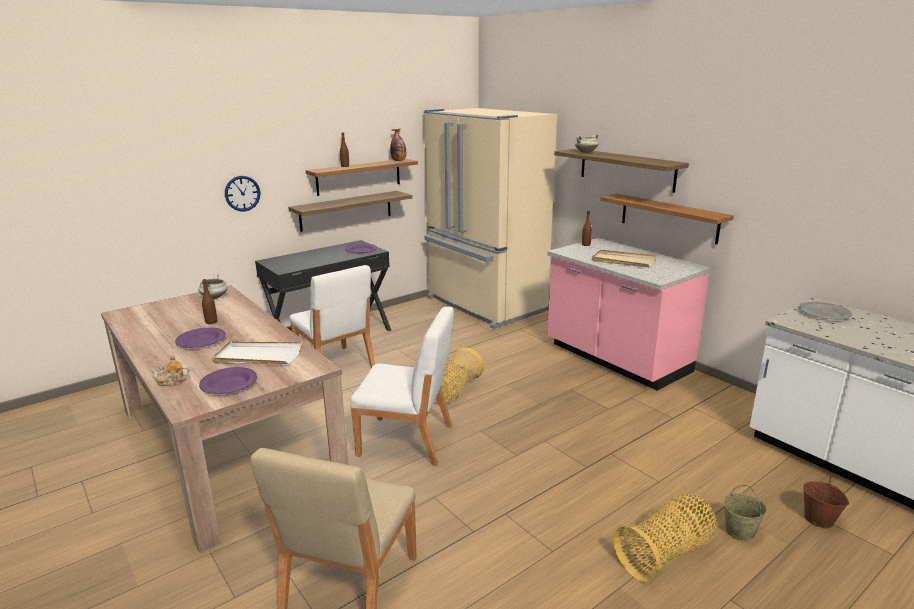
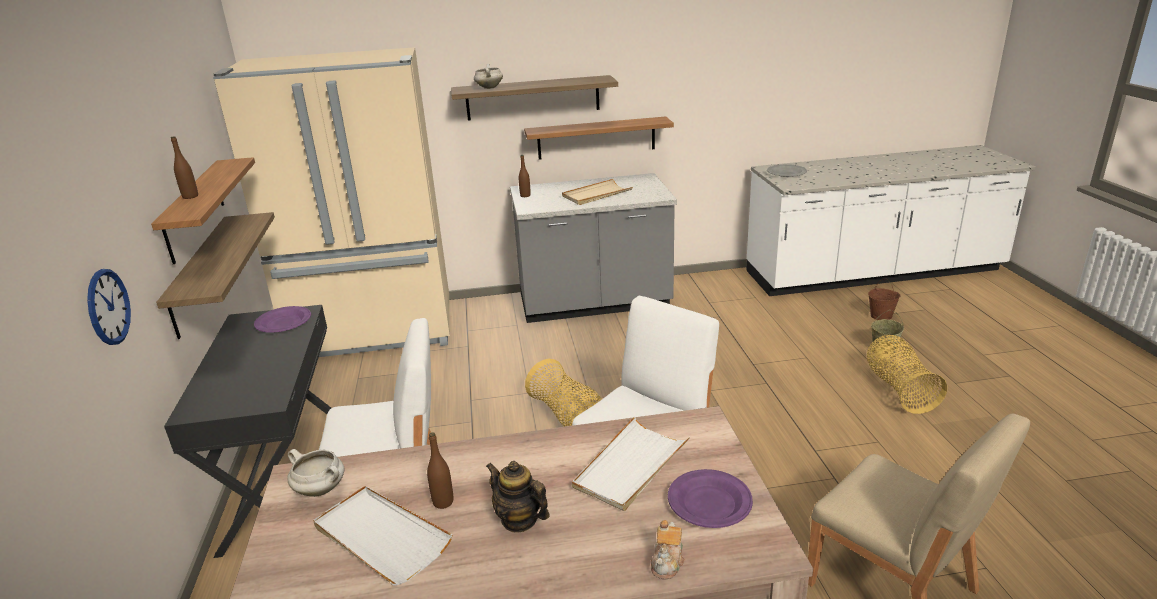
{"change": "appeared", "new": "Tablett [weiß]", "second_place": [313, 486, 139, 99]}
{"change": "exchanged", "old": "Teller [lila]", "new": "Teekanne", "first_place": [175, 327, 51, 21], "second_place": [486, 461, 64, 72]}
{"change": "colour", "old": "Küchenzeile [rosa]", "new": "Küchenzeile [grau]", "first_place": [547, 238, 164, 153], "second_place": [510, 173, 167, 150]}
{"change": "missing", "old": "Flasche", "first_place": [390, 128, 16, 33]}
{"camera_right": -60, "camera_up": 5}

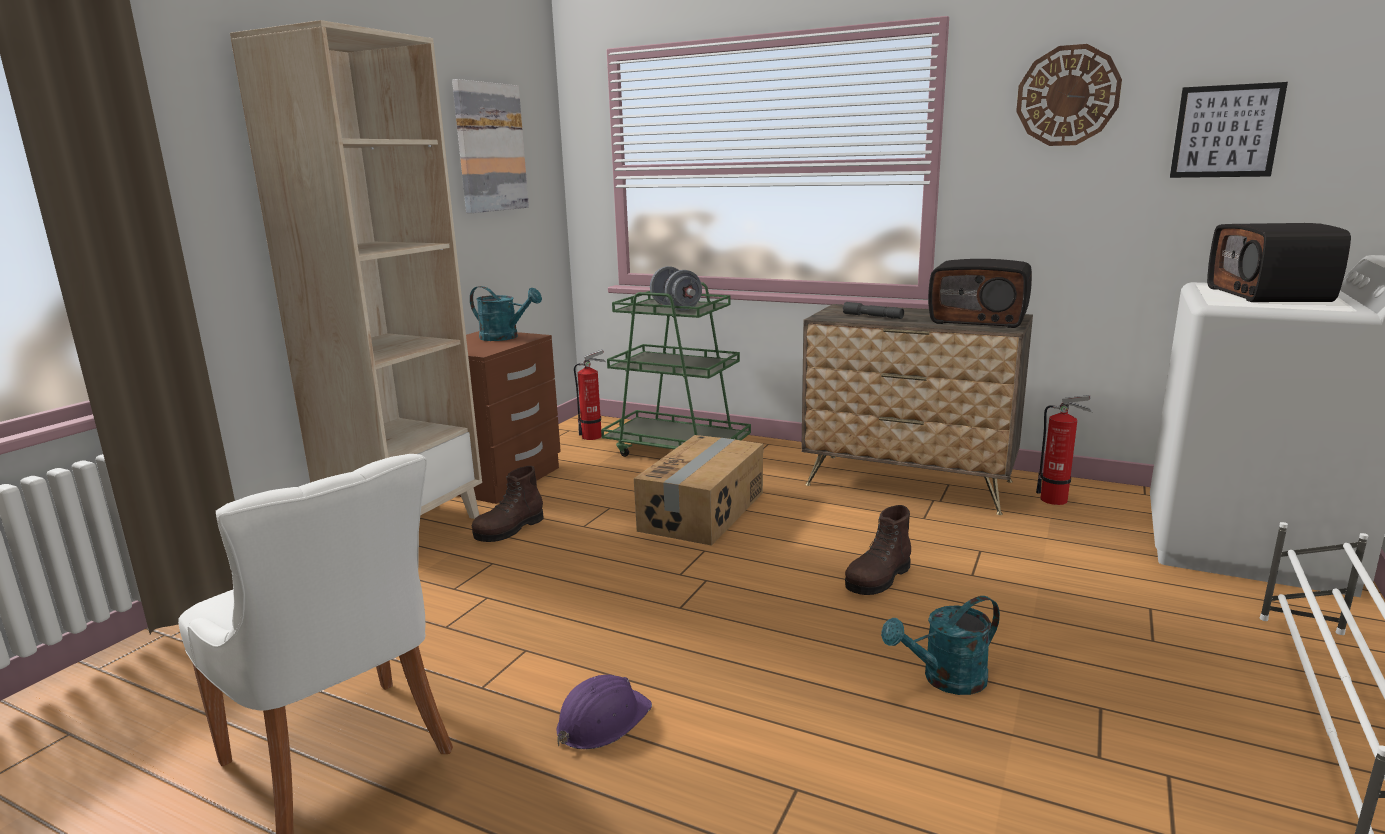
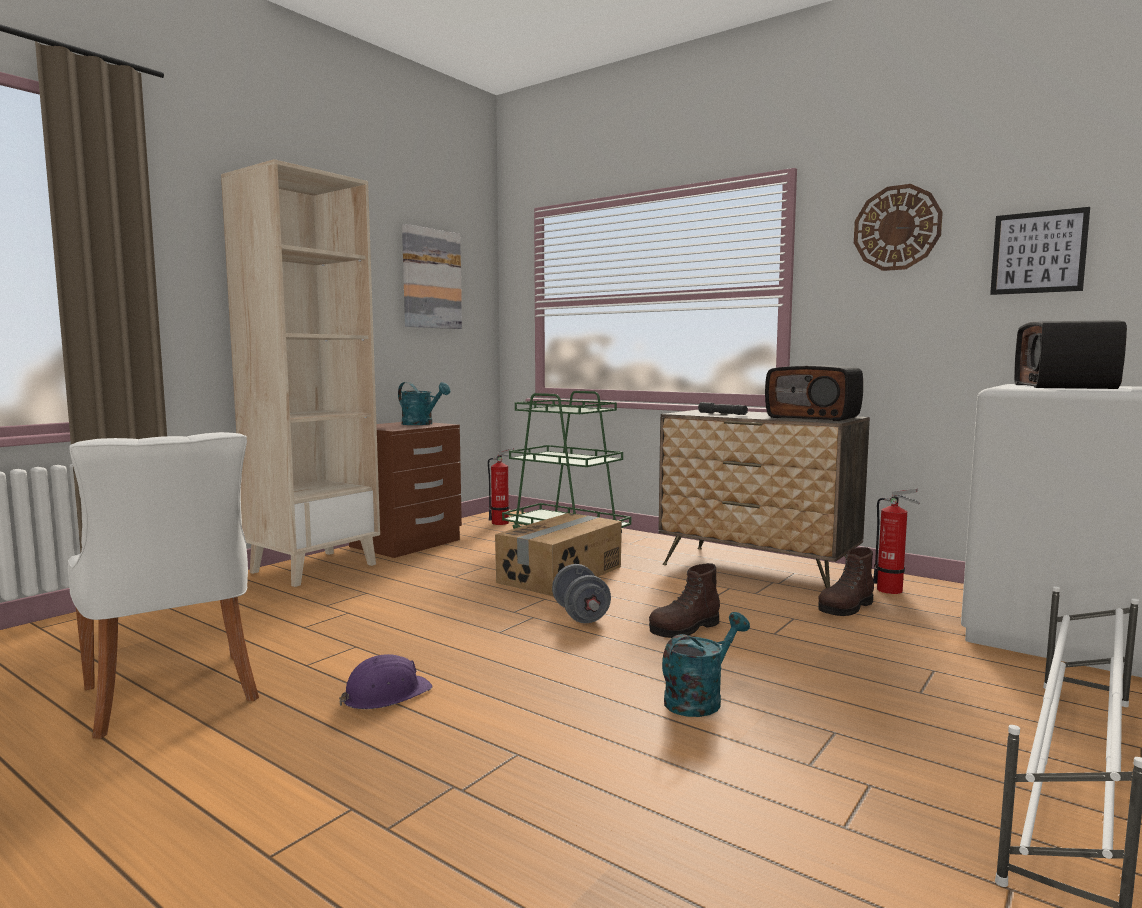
{"change": "relocated", "old": "Hantel [grau]", "first_place": [650, 266, 52, 44], "second_place": [552, 564, 59, 59]}
{"change": "spun", "old": "Gießkanne [türkis]", "first_place": [881, 596, 119, 99], "second_place": [662, 612, 88, 105], "degrees": 150}
{"change": "relocated", "old": "Stiefel [braun]", "first_place": [472, 466, 72, 76], "second_place": [818, 547, 56, 69]}
{"camera_right": 10, "camera_up": -10}

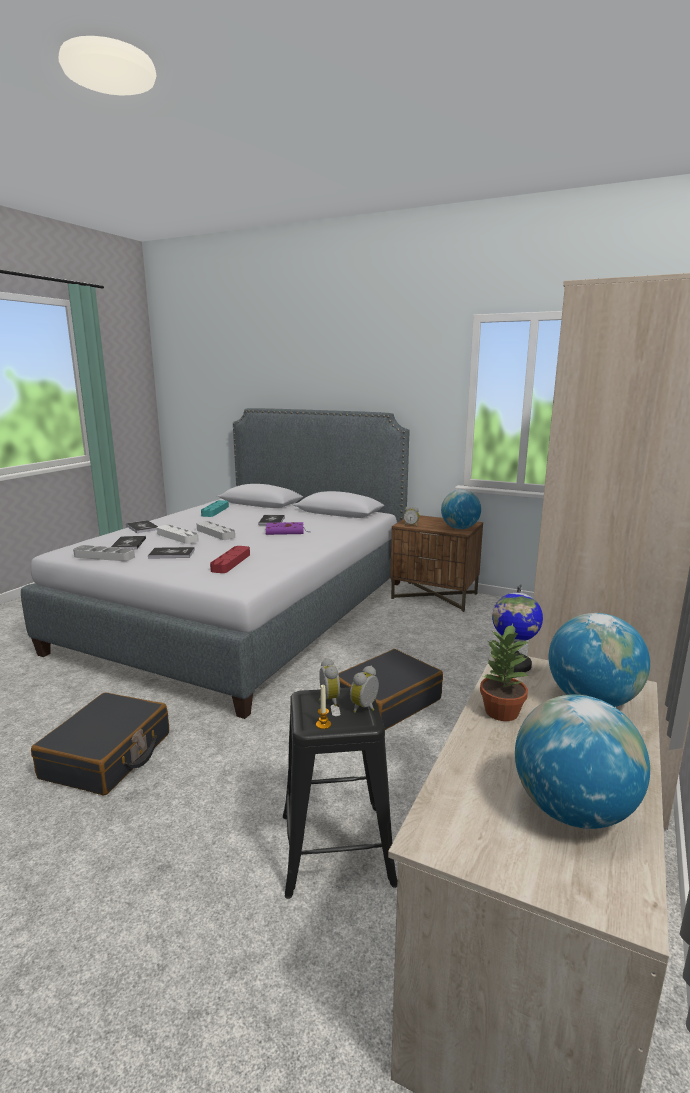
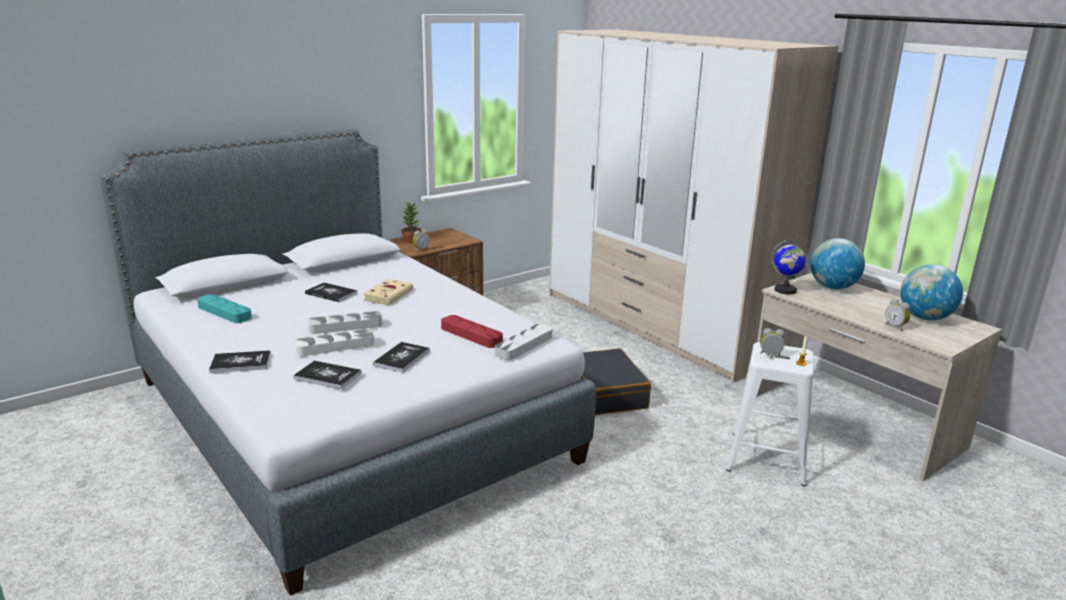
{"change": "colour", "old": "Buch [lila]", "new": "Buch [beige]", "first_place": [265, 522, 46, 13], "second_place": [363, 279, 50, 26]}
{"change": "relocated", "old": "Topfpflanze", "first_place": [480, 623, 49, 98], "second_place": [400, 202, 21, 42]}
{"change": "relocated", "old": "Tablett [grau]", "first_place": [73, 545, 62, 16], "second_place": [495, 324, 57, 36]}
{"change": "colour", "old": "Hocker [schwarz]", "new": "Hocker [weiß]", "first_place": [283, 687, 114, 212], "second_place": [726, 342, 88, 144]}
{"change": "relocated", "old": "Wecker", "first_place": [350, 666, 29, 47], "second_place": [885, 298, 25, 33]}
{"change": "missing", "old": "Koffer [schwarz]", "first_place": [31, 692, 138, 104]}
{"change": "missing", "old": "Globus", "first_place": [441, 490, 40, 39]}
{"camera_right": -65, "camera_up": 5}

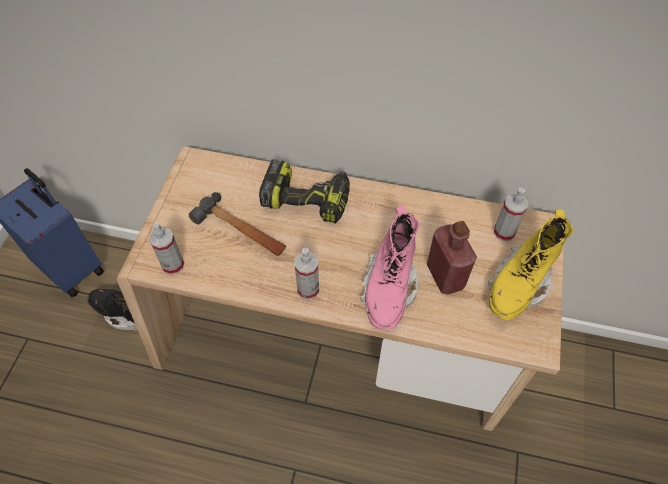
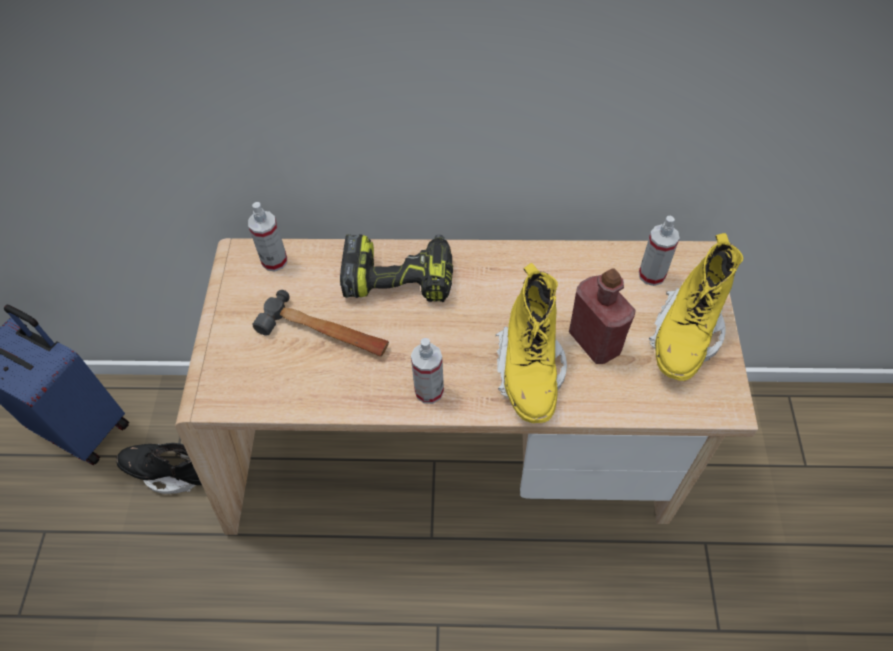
{"change": "relocated", "old": "Sprühflasche", "first_place": [149, 222, 35, 53], "second_place": [248, 202, 39, 69]}
{"change": "colour", "old": "Stiefel [rosa]", "new": "Stiefel [gelb]", "first_place": [360, 205, 59, 126], "second_place": [496, 263, 71, 160]}
{"camera_right": -10, "camera_up": 0}

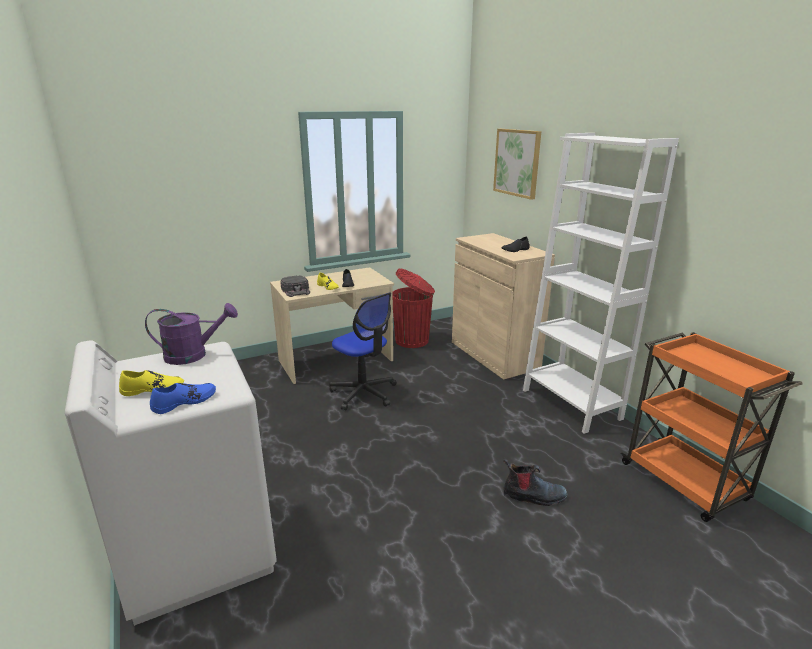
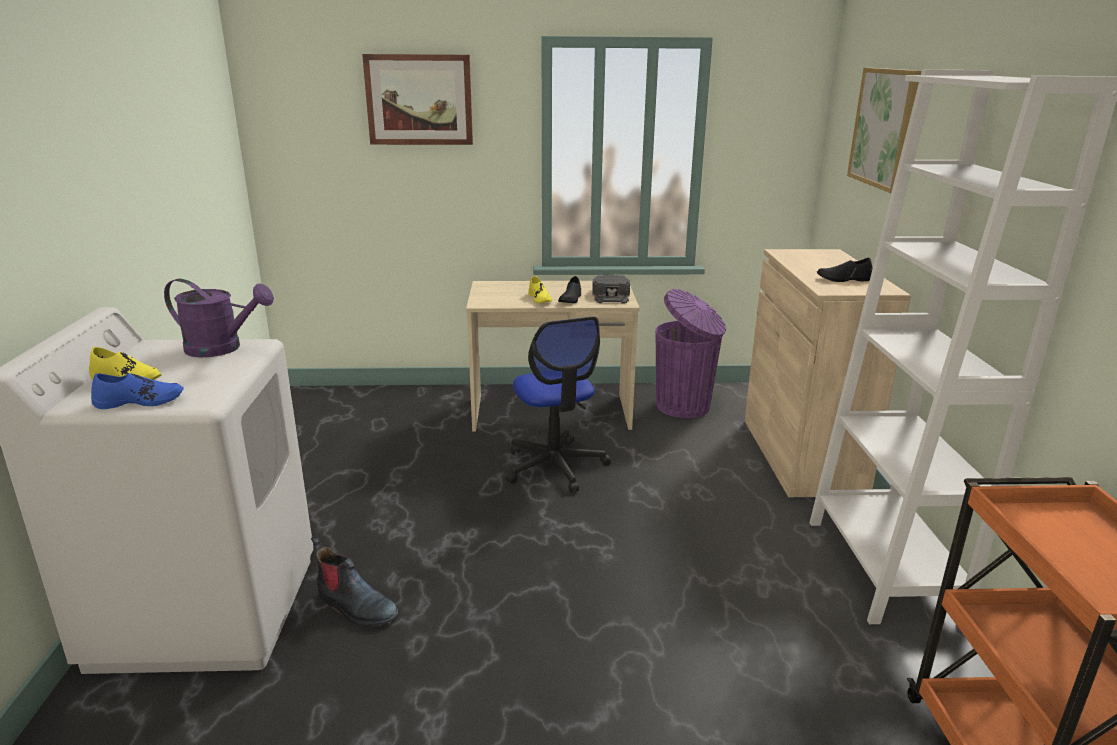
{"change": "relocated", "old": "Stiefel", "first_place": [503, 457, 65, 49], "second_place": [311, 535, 87, 91]}
{"change": "appeared", "new": "Bild", "second_place": [362, 54, 111, 91]}
{"change": "relocated", "old": "Kappe [schwarz]", "first_place": [281, 275, 29, 22], "second_place": [592, 275, 38, 29]}
{"change": "colour", "old": "Mülleimer [rot]", "new": "Mülleimer [lila]", "first_place": [393, 268, 42, 80], "second_place": [655, 289, 71, 129]}
{"camera_right": 25, "camera_up": 0}

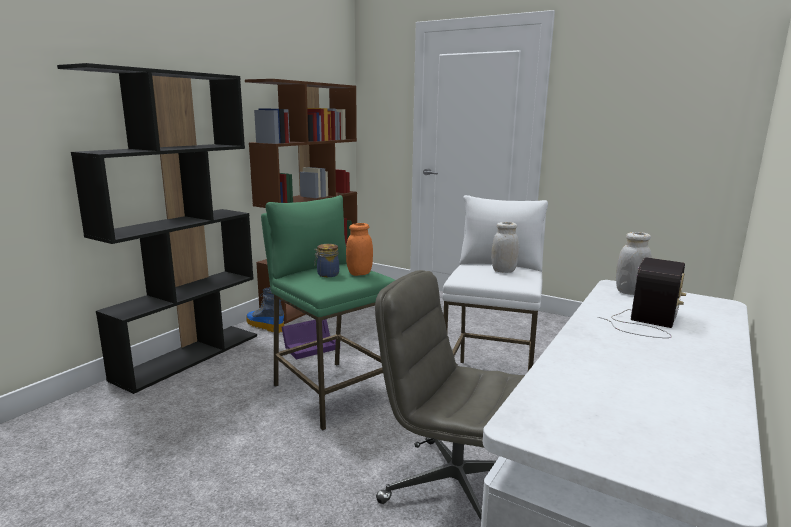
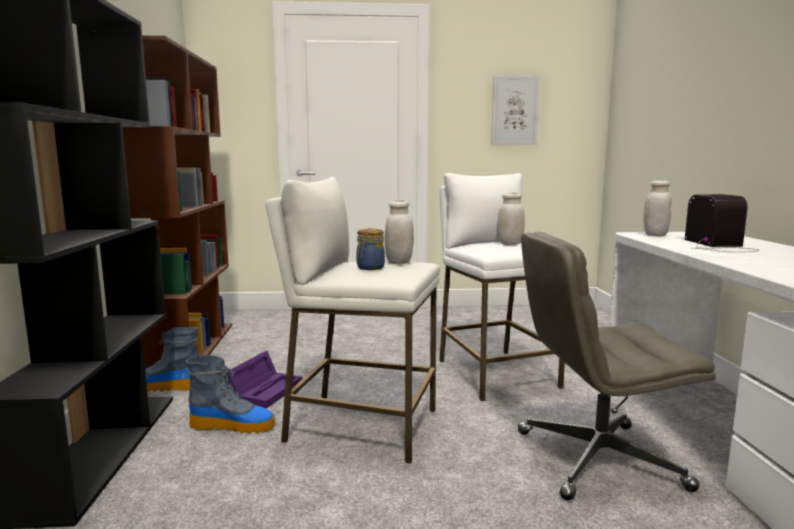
{"change": "appeared", "new": "Stiefel", "second_place": [186, 355, 89, 79]}
{"change": "colour", "old": "Hocker [grün]", "new": "Hocker [weiß]", "first_place": [261, 195, 134, 236], "second_place": [265, 177, 175, 286]}
{"change": "colour", "old": "Vorratsglas [orange]", "new": "Vorratsglas [weiß]", "first_place": [346, 223, 27, 53], "second_place": [385, 200, 29, 64]}
{"change": "appeared", "new": "Bild", "second_place": [491, 75, 49, 70]}
{"camera_right": -35, "camera_up": -5}

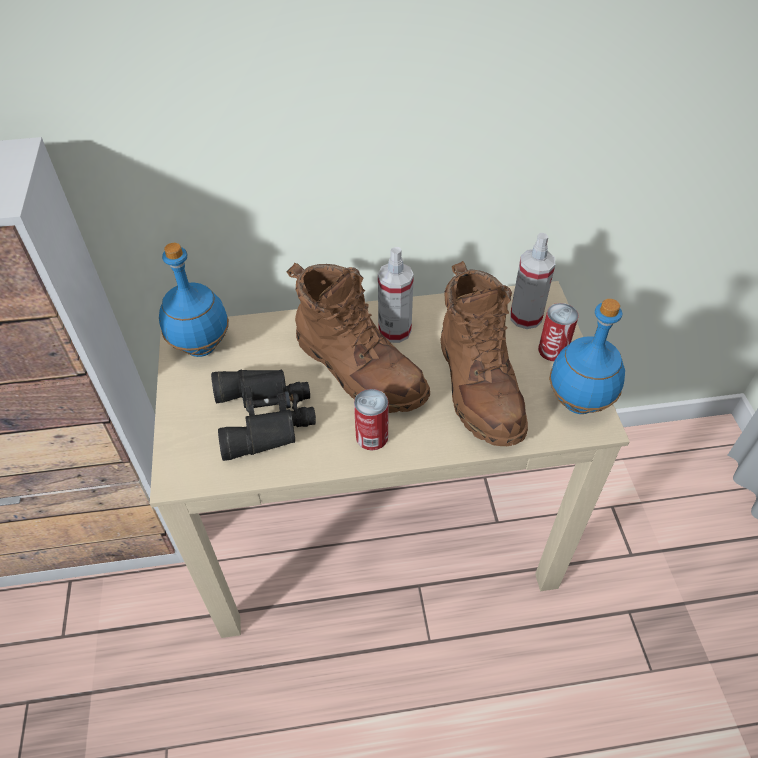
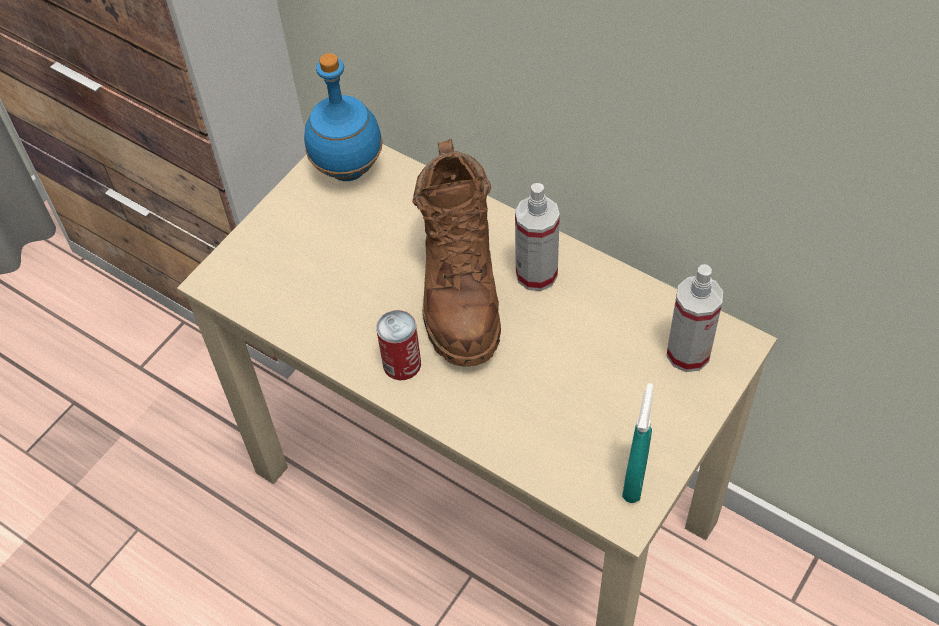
{"change": "exchanged", "old": "Flasche [blau]", "new": "Sprühflasche [türkis]", "first_place": [549, 299, 76, 115], "second_place": [622, 383, 31, 120]}
{"change": "missing", "old": "Fernglas [schwarz]", "first_place": [211, 370, 105, 91]}
{"change": "missing", "old": "Stiefel [braun]", "first_place": [440, 261, 88, 185]}
{"change": "missing", "old": "Dose", "first_place": [538, 303, 41, 58]}
{"camera_right": 45, "camera_up": 5}

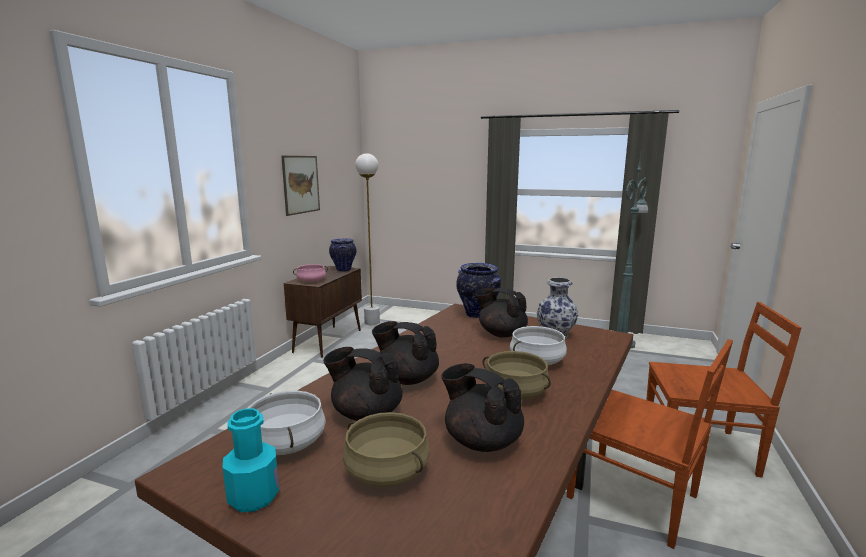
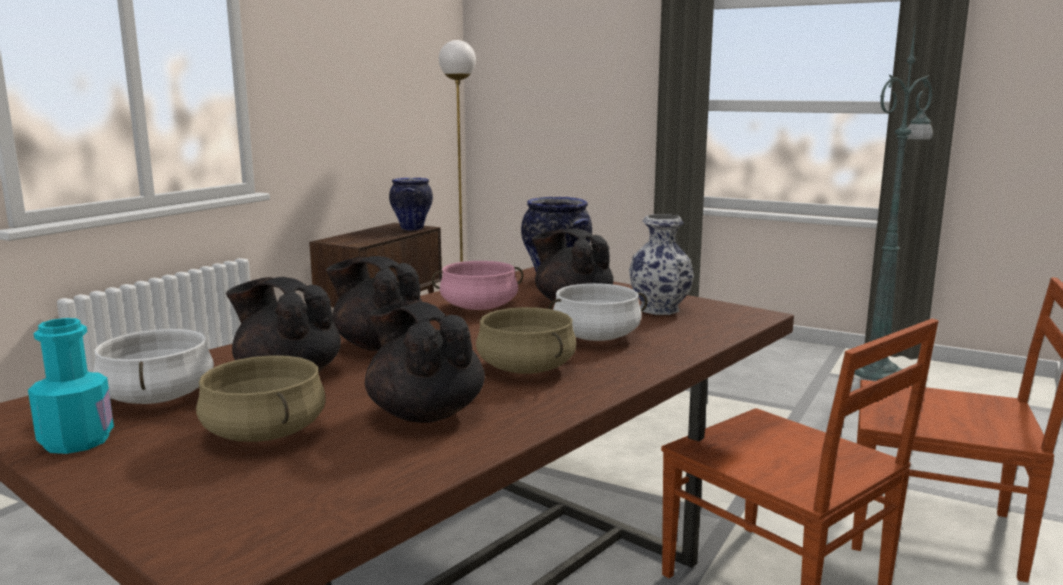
{"change": "relocated", "old": "Kochtopf [rosa]", "first_place": [293, 264, 35, 18], "second_place": [432, 261, 92, 49]}
{"change": "missing", "old": "Bild", "first_place": [281, 156, 39, 60]}
{"camera_right": 10, "camera_up": 0}

